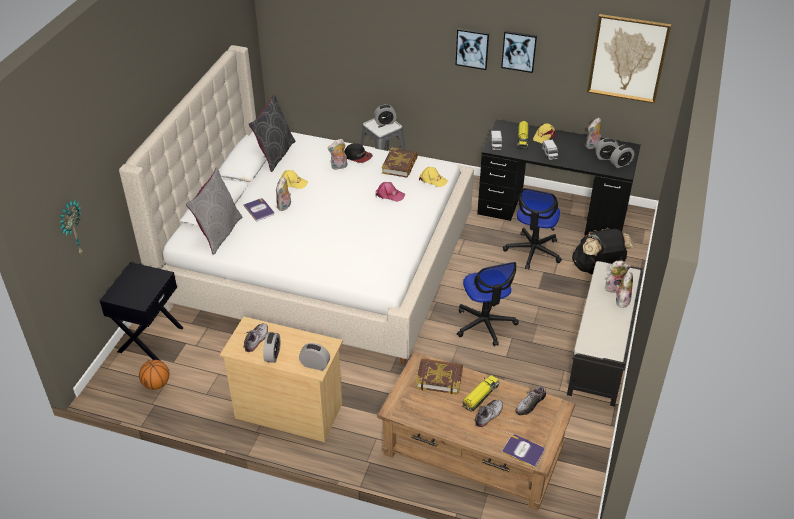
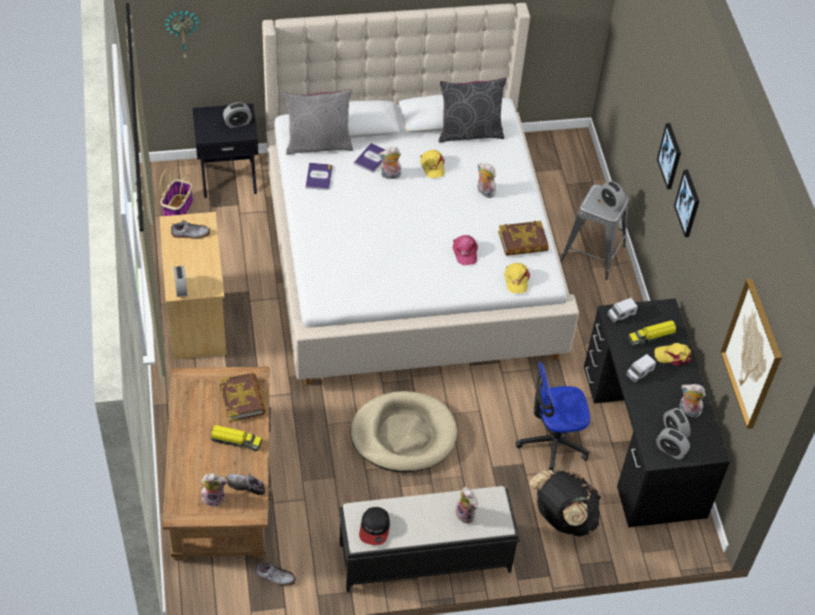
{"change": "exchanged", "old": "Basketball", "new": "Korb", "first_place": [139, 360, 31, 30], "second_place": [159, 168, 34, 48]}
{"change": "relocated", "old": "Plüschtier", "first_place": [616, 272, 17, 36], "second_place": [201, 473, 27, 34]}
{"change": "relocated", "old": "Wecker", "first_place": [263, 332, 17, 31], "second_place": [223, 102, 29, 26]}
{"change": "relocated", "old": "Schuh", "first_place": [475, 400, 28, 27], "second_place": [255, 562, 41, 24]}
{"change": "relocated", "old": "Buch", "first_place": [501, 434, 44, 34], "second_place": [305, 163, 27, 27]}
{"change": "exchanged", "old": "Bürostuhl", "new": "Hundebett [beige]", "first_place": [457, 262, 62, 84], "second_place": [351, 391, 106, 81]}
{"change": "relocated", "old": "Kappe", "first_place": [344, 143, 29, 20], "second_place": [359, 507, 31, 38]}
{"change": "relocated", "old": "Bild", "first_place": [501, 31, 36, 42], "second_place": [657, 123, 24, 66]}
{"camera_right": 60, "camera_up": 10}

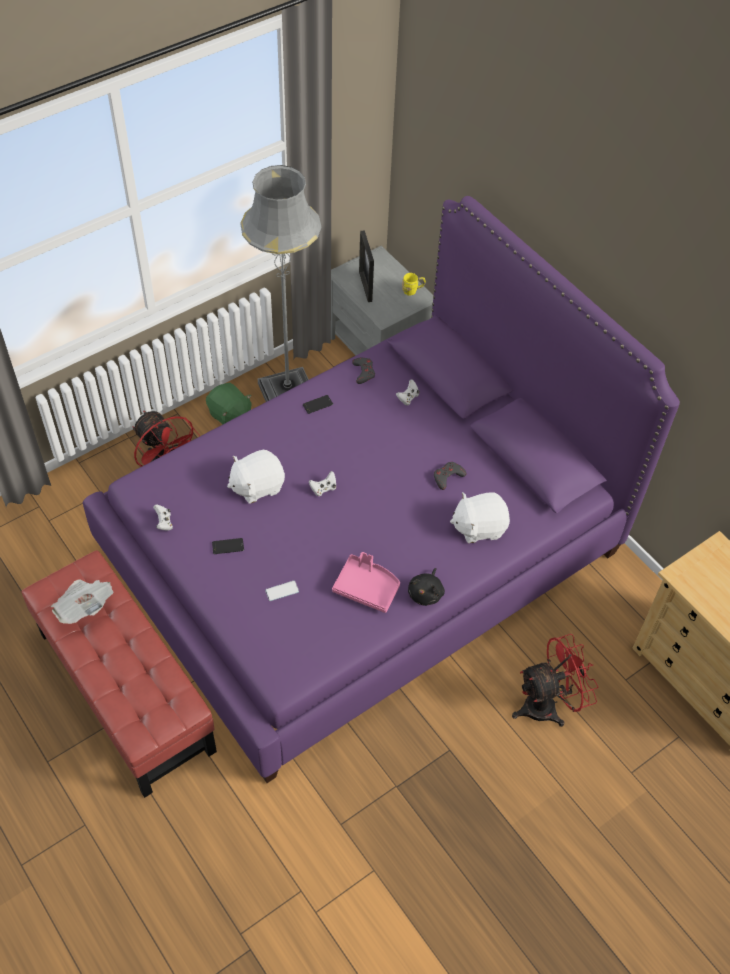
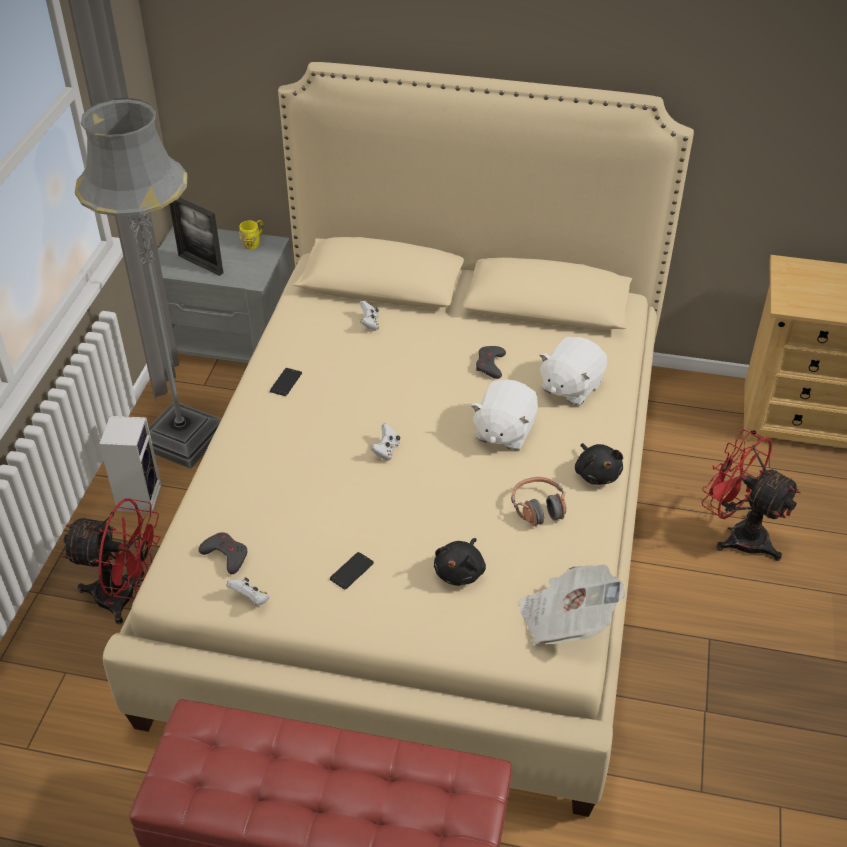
{"change": "exchanged", "old": "Plüschtier [grün]", "new": "Lautsprecher", "first_place": [206, 383, 46, 41], "second_place": [99, 416, 62, 97]}
{"change": "colour", "old": "Bett [lila]", "new": "Bett [beige]", "first_place": [83, 196, 597, 587], "second_place": [103, 62, 591, 755]}
{"change": "relocated", "old": "Gamepad [grau]", "first_place": [352, 358, 23, 26], "second_place": [198, 532, 49, 42]}
{"change": "exchanged", "old": "Handy", "new": "Plüschtier [schwarz]", "first_place": [265, 581, 34, 20], "second_place": [434, 538, 52, 48]}
{"change": "relocated", "old": "Plüschtier [weiß]", "first_place": [227, 450, 58, 54], "second_place": [471, 379, 67, 72]}
{"change": "exchanged", "old": "Tablett [rosa]", "new": "Kopfhörer", "first_place": [332, 552, 68, 61], "second_place": [511, 477, 55, 49]}
{"change": "relocated", "old": "Zeitung", "first_place": [51, 579, 62, 45], "second_place": [518, 564, 107, 80]}
{"change": "spun", "old": "Ventilator [rot]", "first_place": [512, 634, 87, 93], "second_place": [702, 430, 99, 131], "degrees": -75}
{"camera_right": -40, "camera_up": -10}

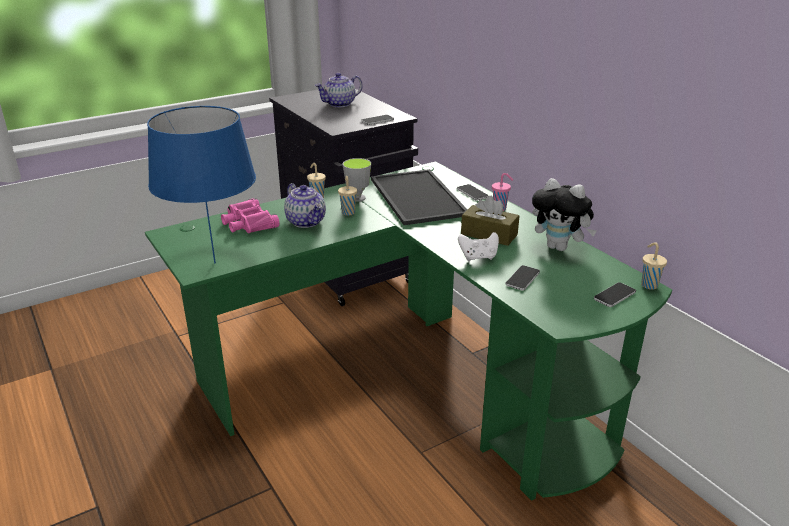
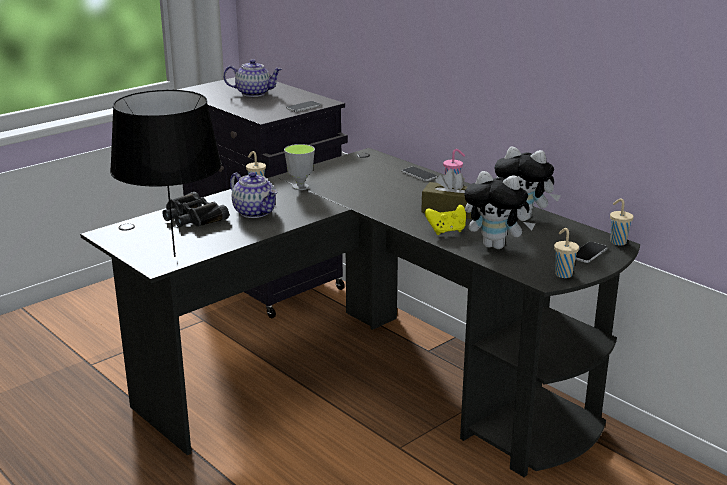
{"change": "colour", "old": "Schreibtisch [grün]", "new": "Schreibtisch [schwarz]", "first_place": [145, 161, 527, 340], "second_place": [80, 148, 560, 329]}
{"change": "colour", "old": "Tischlampe [blau]", "new": "Tischlampe [schwarz]", "first_place": [147, 106, 109, 158], "second_place": [110, 90, 112, 167]}
{"change": "colour", "old": "Fernglas [rosa]", "new": "Fernglas [schwarz]", "first_place": [221, 198, 59, 35], "second_place": [162, 192, 67, 35]}
{"change": "spun", "old": "Teekanne", "first_place": [315, 73, 48, 34], "second_place": [223, 59, 59, 38], "degrees": -135}
{"change": "colour", "old": "Gamepad [weiß]", "new": "Gamepad [gelb]", "first_place": [458, 232, 41, 29], "second_place": [425, 205, 41, 30]}
{"change": "exchanged", "old": "Handy", "new": "Plüschtier", "first_place": [505, 265, 35, 25], "second_place": [464, 171, 71, 78]}
{"change": "relocated", "old": "Tasse [beige]", "first_place": [338, 176, 19, 40], "second_place": [554, 228, 25, 50]}
{"change": "missing", "old": "Tablett", "first_place": [371, 169, 97, 56]}
{"camera_right": -10, "camera_up": -5}

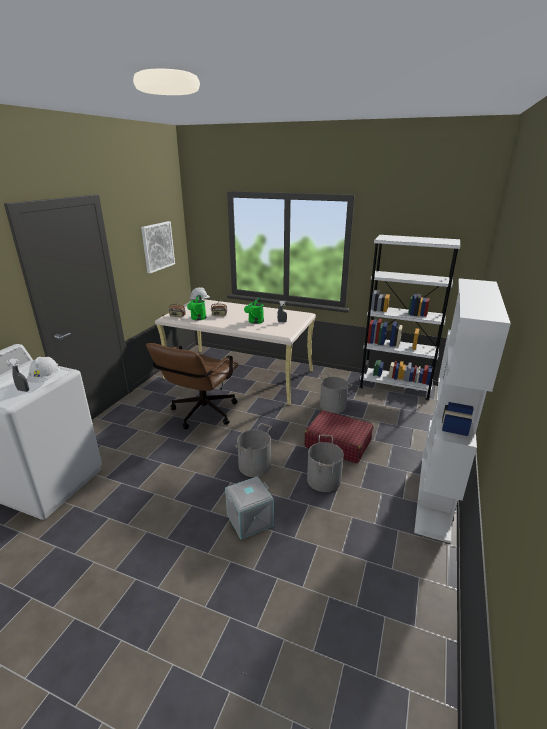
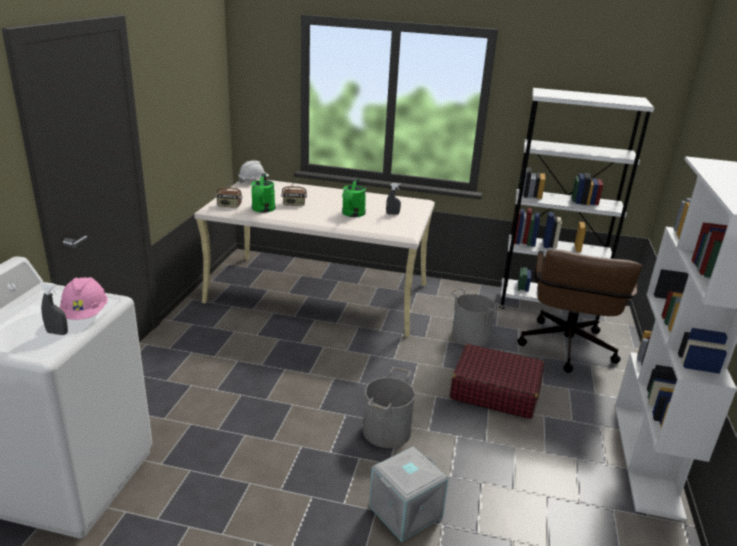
{"change": "colour", "old": "Schutzhelm [weiß]", "new": "Schutzhelm [rosa]", "first_place": [27, 357, 33, 26], "second_place": [60, 277, 48, 43]}
{"change": "relocated", "old": "Bürostuhl [braun]", "first_place": [146, 343, 92, 86], "second_place": [517, 249, 125, 124]}
{"change": "missing", "old": "Bild", "first_place": [141, 221, 34, 53]}
{"change": "missing", "old": "Eimer [grau]", "first_place": [307, 435, 37, 57]}
{"camera_right": -10, "camera_up": 0}

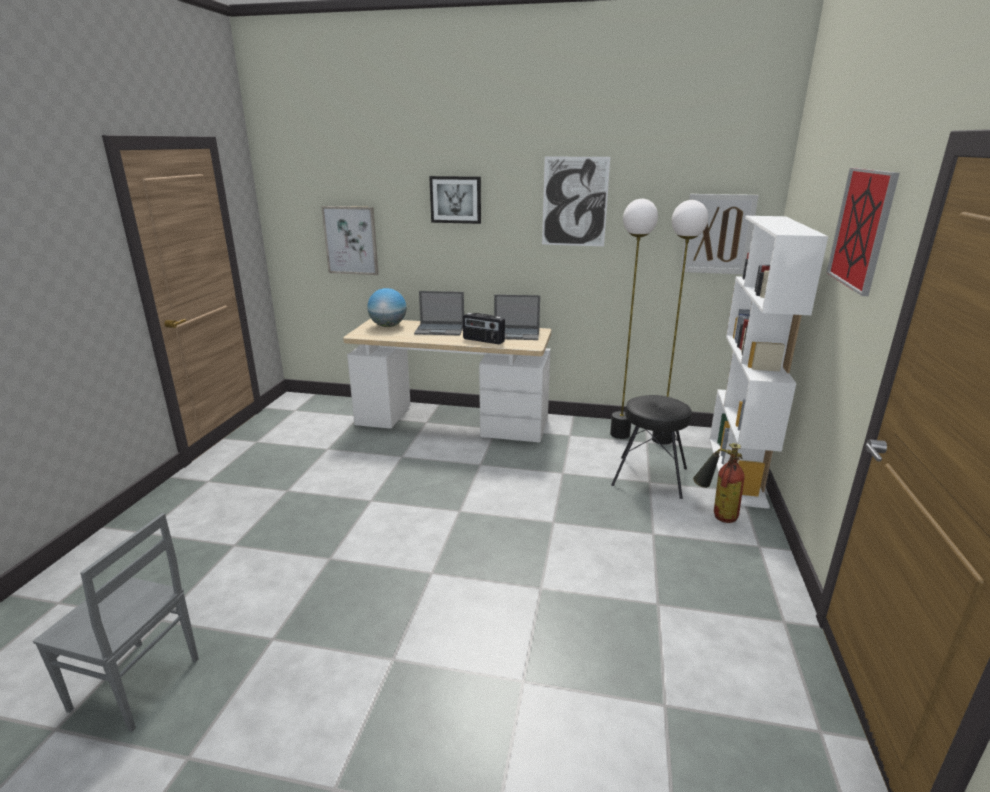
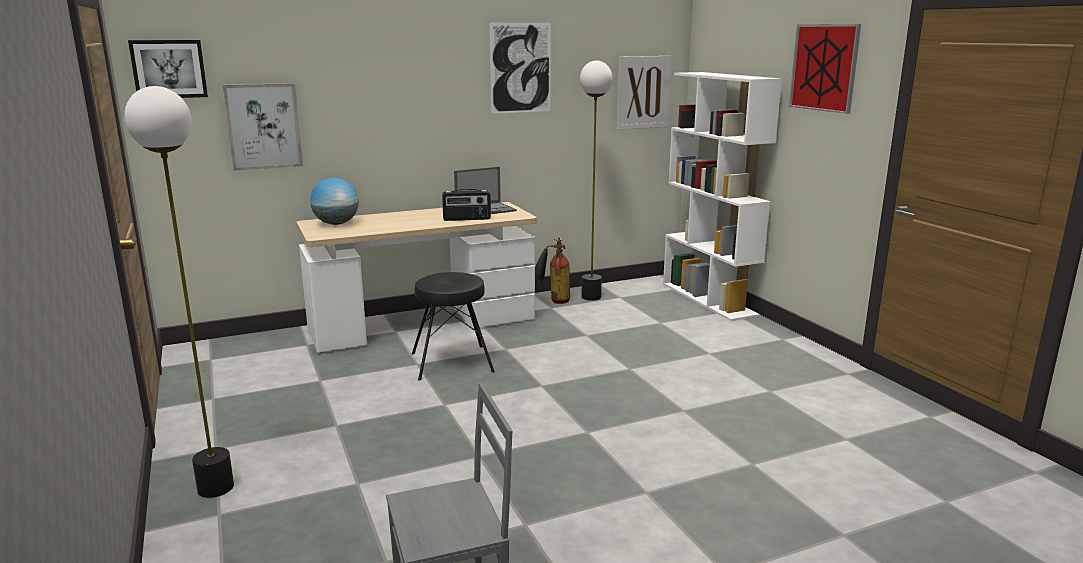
{"change": "relocated", "old": "Stehlampe", "first_place": [652, 200, 56, 245], "second_place": [124, 86, 110, 412]}
{"change": "relocated", "old": "Bild", "first_place": [429, 176, 52, 48], "second_place": [128, 40, 80, 58]}
{"change": "relocated", "old": "Hocker [schwarz]", "first_place": [611, 395, 81, 104], "second_place": [412, 272, 83, 109]}
{"change": "relocated", "old": "Feuerlöscher", "first_place": [693, 443, 52, 80], "second_place": [535, 238, 35, 66]}
{"change": "missing", "old": "Laptop", "first_place": [414, 291, 50, 44]}
{"camera_right": -35, "camera_up": -5}

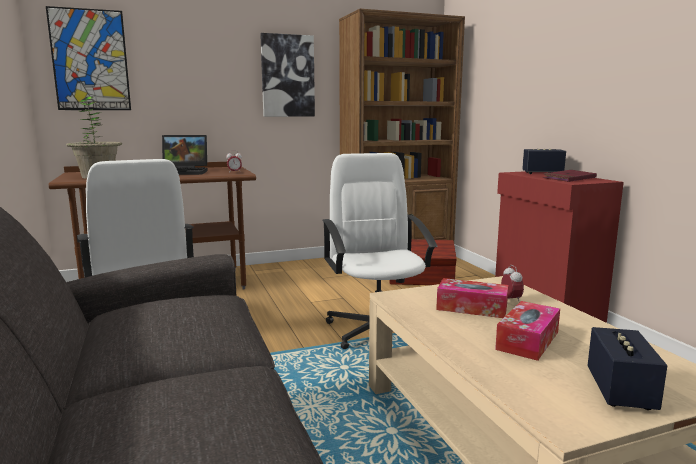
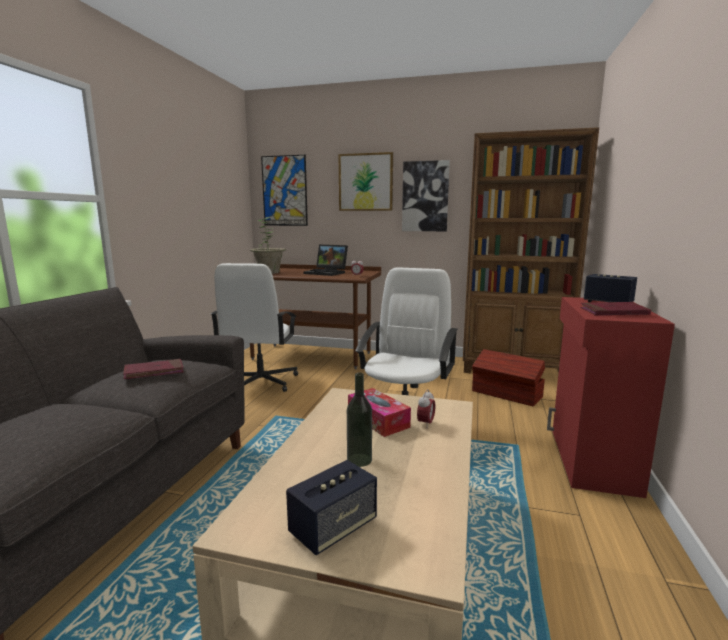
{"change": "appeared", "new": "Buch [rot]", "second_place": [123, 359, 61, 20]}
{"change": "appeared", "new": "Bild", "second_place": [339, 152, 54, 59]}
{"change": "exchanged", "old": "Taschentuchbox", "new": "Flasche", "first_place": [495, 301, 65, 60], "second_place": [347, 373, 25, 94]}
{"camera_right": 35, "camera_up": 0}

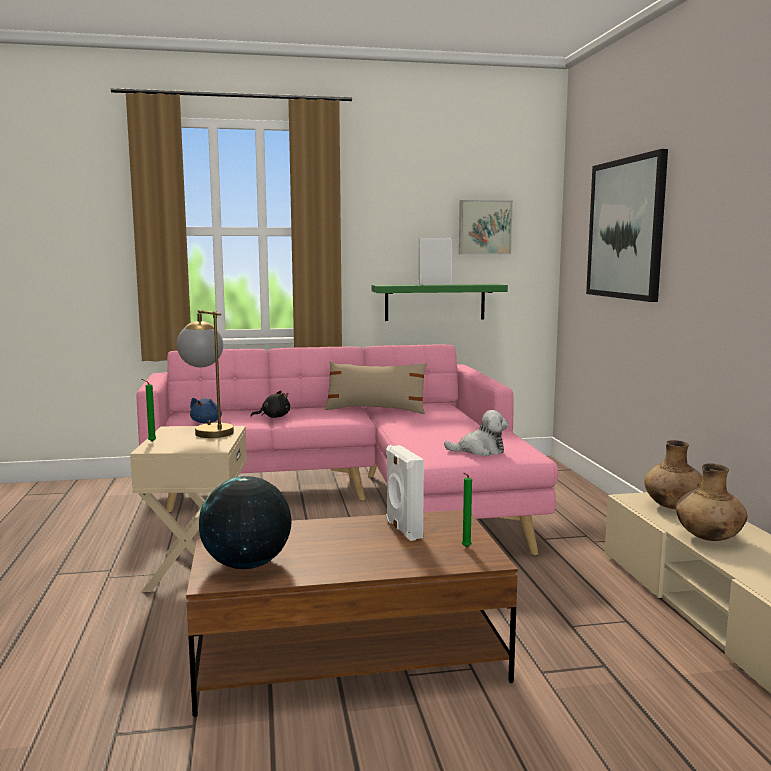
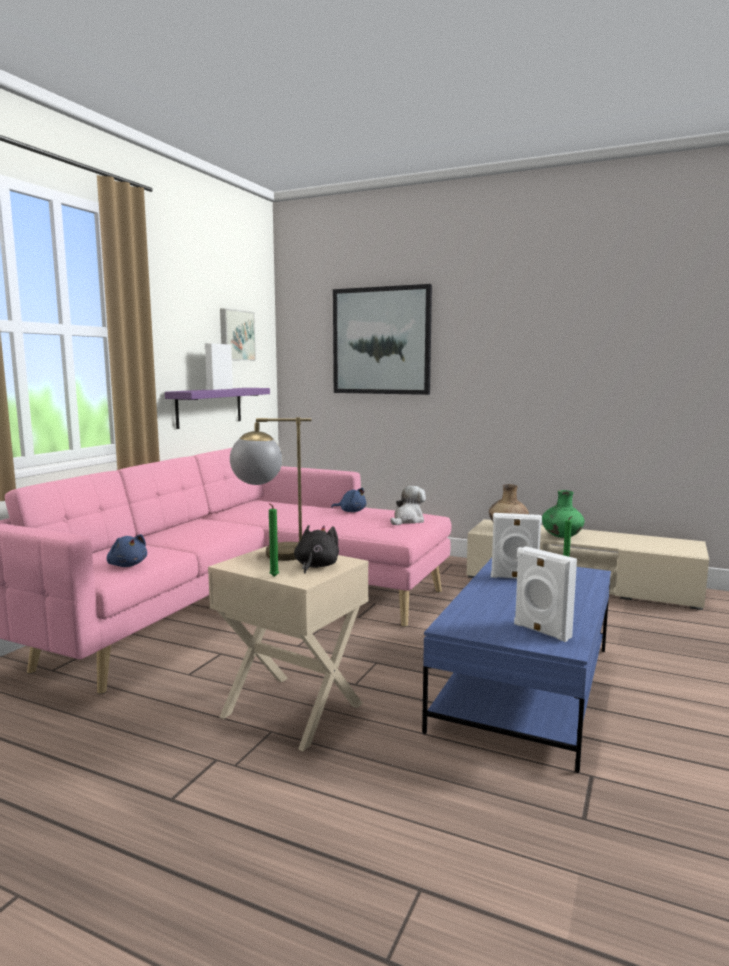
{"change": "colour", "old": "Wandregal [grün]", "new": "Wandregal [lila]", "first_place": [372, 284, 136, 37], "second_place": [165, 388, 105, 41]}
{"change": "relocated", "old": "Plüschtier [schwarz]", "first_place": [250, 391, 40, 27], "second_place": [294, 525, 45, 49]}
{"change": "appeared", "new": "Plüschtier [blau]", "second_place": [331, 488, 35, 24]}
{"change": "colour", "old": "Couchtisch [braun]", "new": "Couchtisch [blau]", "first_place": [186, 510, 332, 207], "second_place": [422, 558, 189, 215]}
{"change": "exchanged", "old": "Globus", "new": "Lautsprecher [weiß]", "first_place": [199, 476, 93, 93], "second_place": [514, 546, 63, 96]}
{"change": "colour", "old": "Vase [braun]", "new": "Vase [grün]", "first_place": [676, 463, 71, 78], "second_place": [542, 490, 43, 48]}
{"change": "missing", "old": "Kissen [beige]", "first_place": [325, 362, 102, 52]}
{"camera_right": -55, "camera_up": 0}

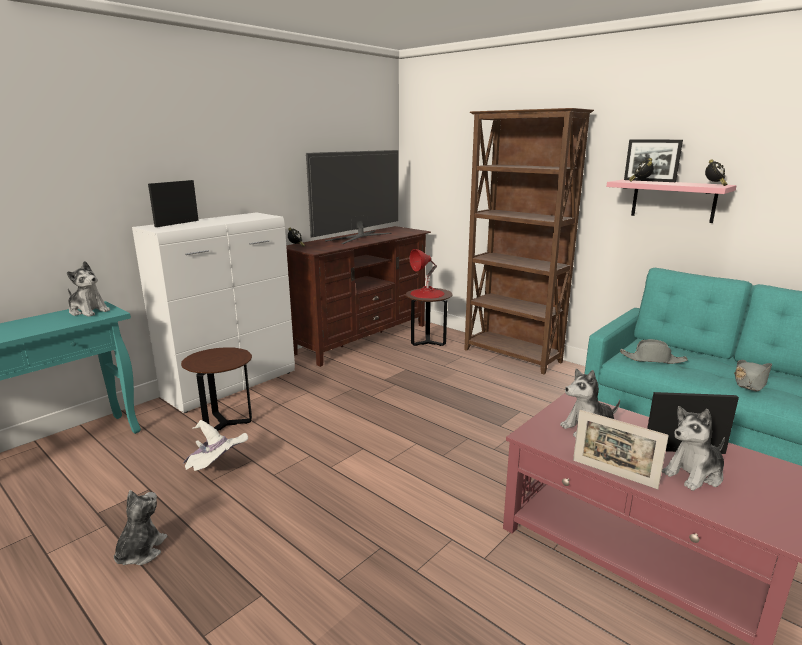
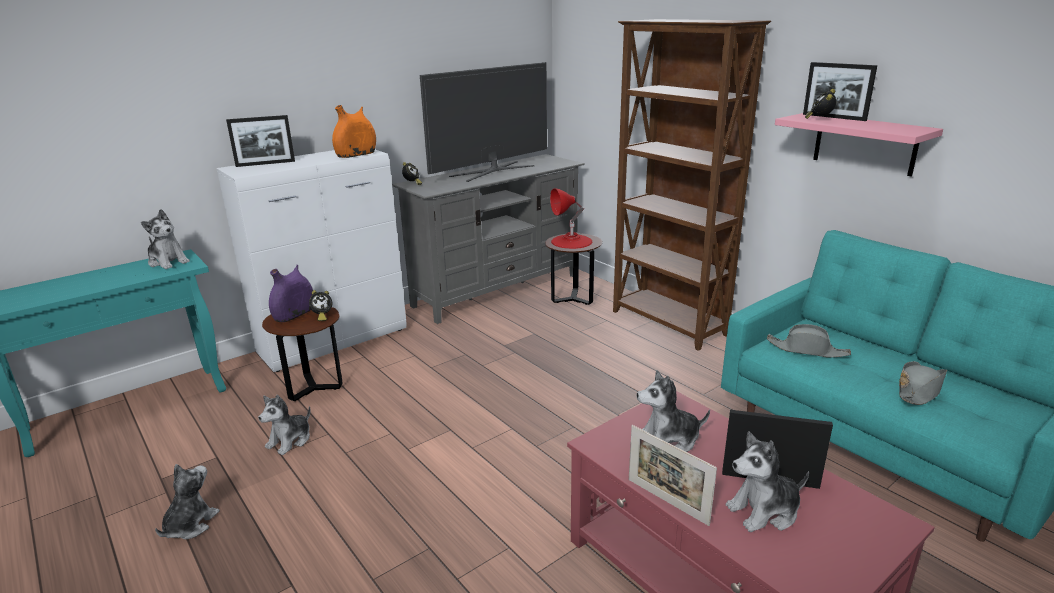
{"change": "spun", "old": "Bilderrahmen", "first_place": [148, 180, 51, 47], "second_place": [226, 115, 69, 52], "degrees": -150}
{"change": "exchanged", "old": "Hut [weiß]", "new": "Plüschtier", "first_place": [183, 420, 65, 51], "second_place": [258, 395, 52, 60]}
{"change": "appeared", "new": "Vase [lila]", "second_place": [269, 265, 44, 57]}
{"change": "relocated", "old": "Wecker", "first_place": [705, 159, 23, 27], "second_place": [309, 290, 23, 31]}
{"change": "appeared", "new": "Vase [orange]", "second_place": [332, 105, 44, 53]}
{"change": "colour", "old": "Fernsehschrank [braun]", "new": "Fernsehschrank [grau]", "first_place": [286, 226, 145, 141], "second_place": [392, 154, 193, 170]}
{"camera_right": 10, "camera_up": 5}

